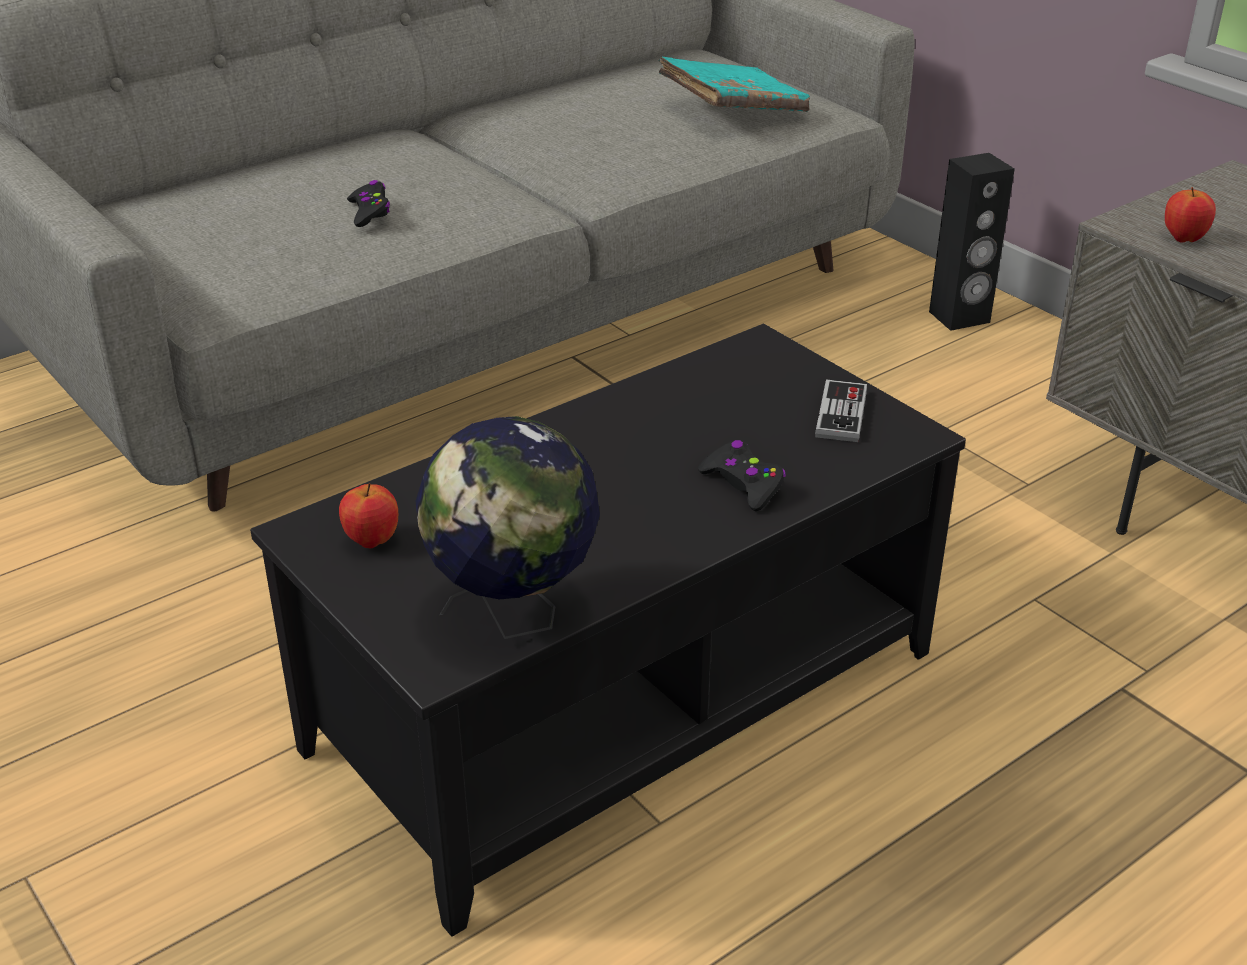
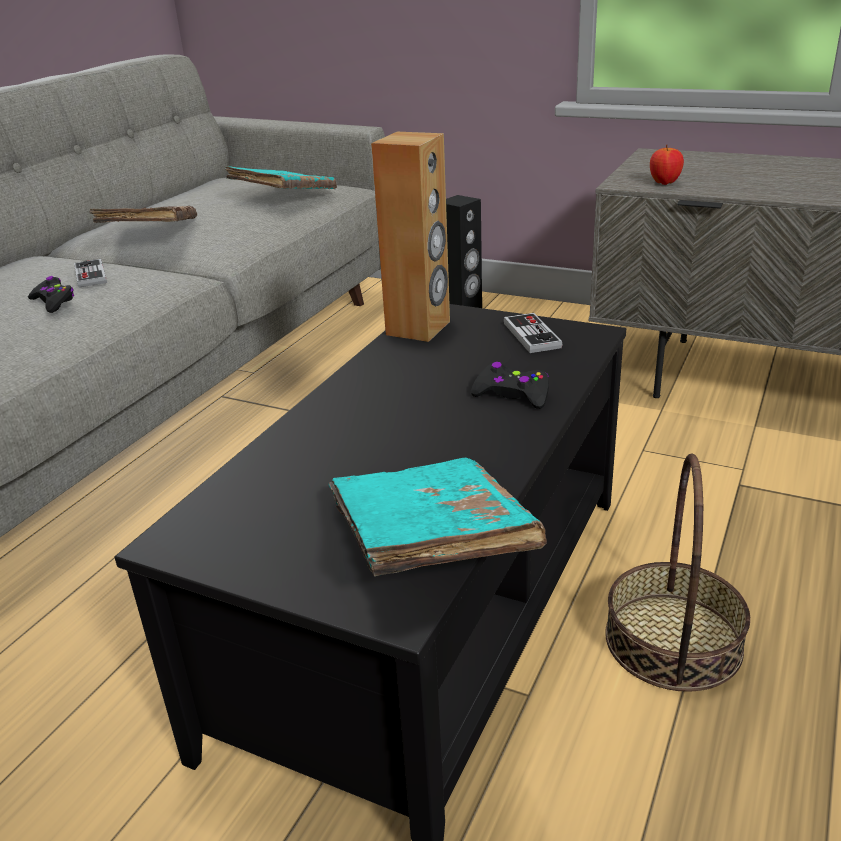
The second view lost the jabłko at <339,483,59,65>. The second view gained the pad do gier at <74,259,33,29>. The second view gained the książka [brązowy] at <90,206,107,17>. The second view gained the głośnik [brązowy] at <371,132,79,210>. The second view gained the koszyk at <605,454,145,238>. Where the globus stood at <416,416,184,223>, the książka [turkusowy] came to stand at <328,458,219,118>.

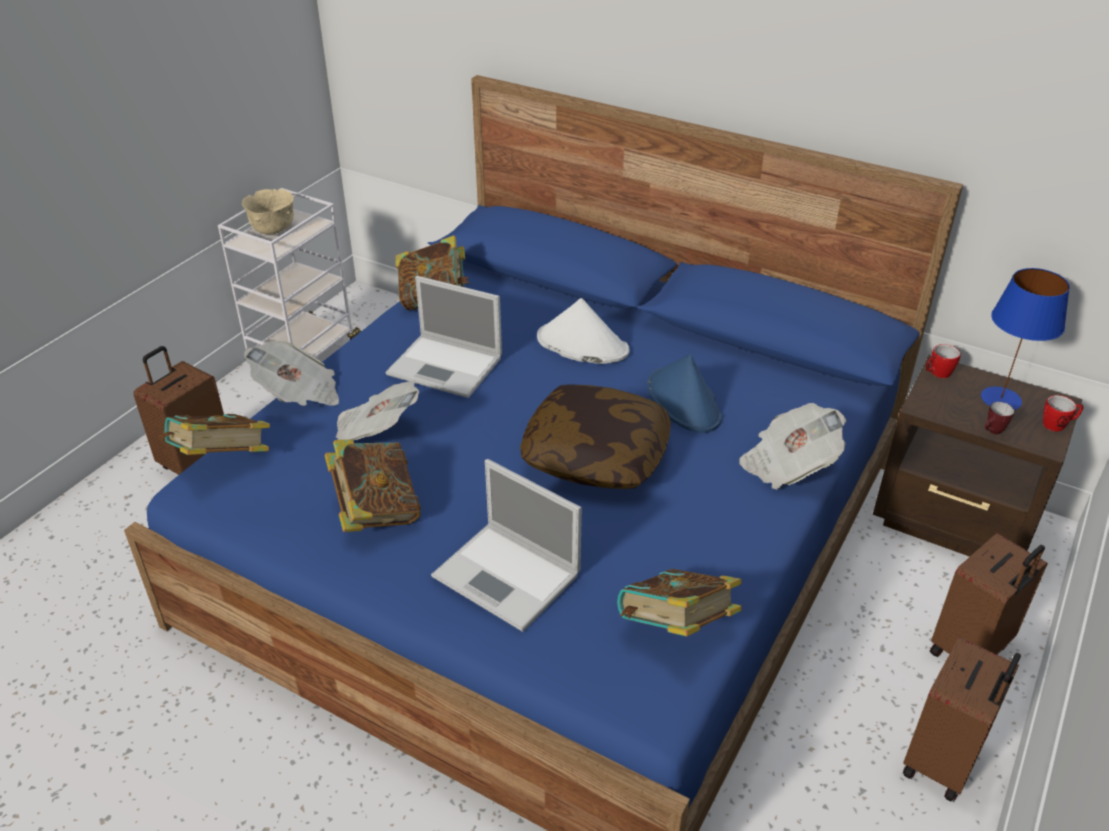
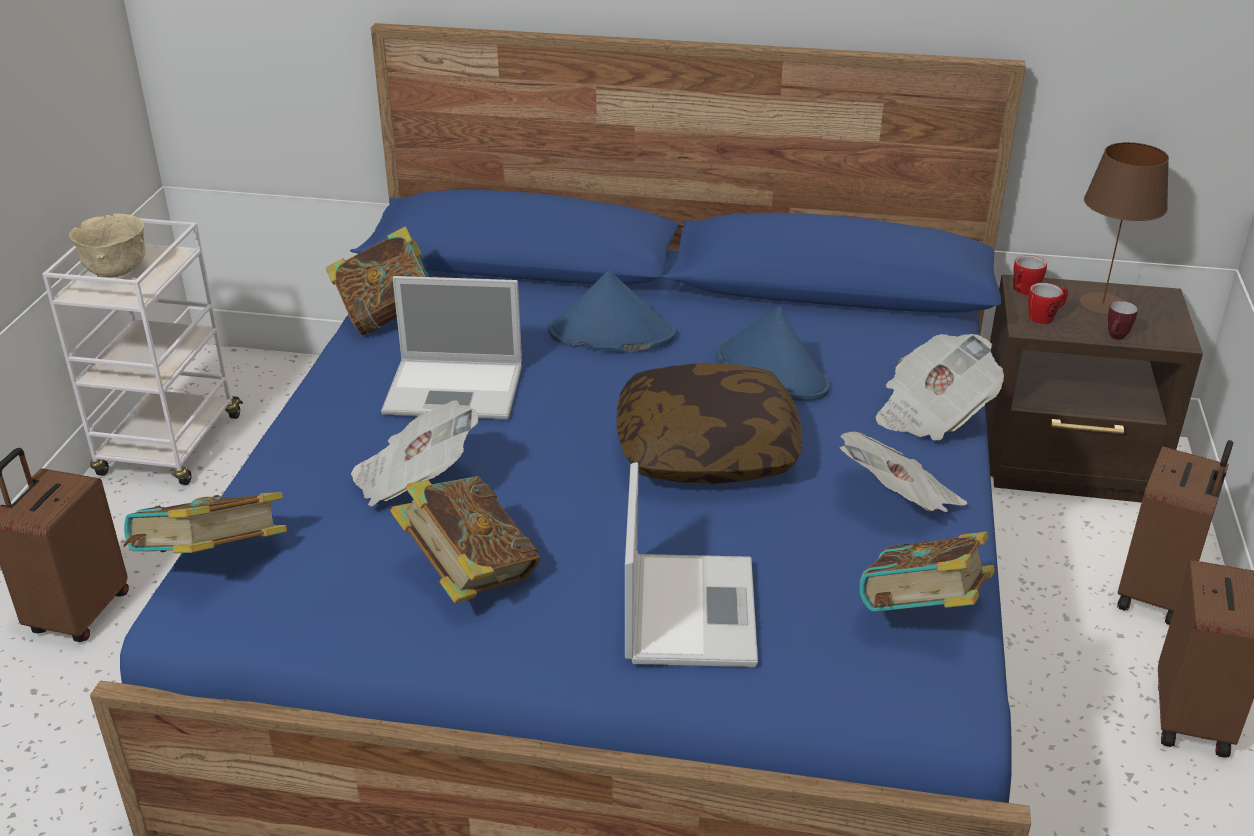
The gazeta ended up elsewhere, having gone from <244,341,95,65> to <840,432,127,80>. The kubek ended up elsewhere, having gone from <1043,395,40,37> to <1028,283,40,41>. What was the kapelusz [biały] at <537,298,93,66> turned into the kapelusz [niebieski] at <548,271,128,82>. What was the lampa stołowa [niebieski] at <981,268,89,142> turned into the lampa stołowa [brązowy] at <1080,142,89,173>. The laptop at <431,459,151,173> ended up facing another way, 105 degrees counterclockwise from before.

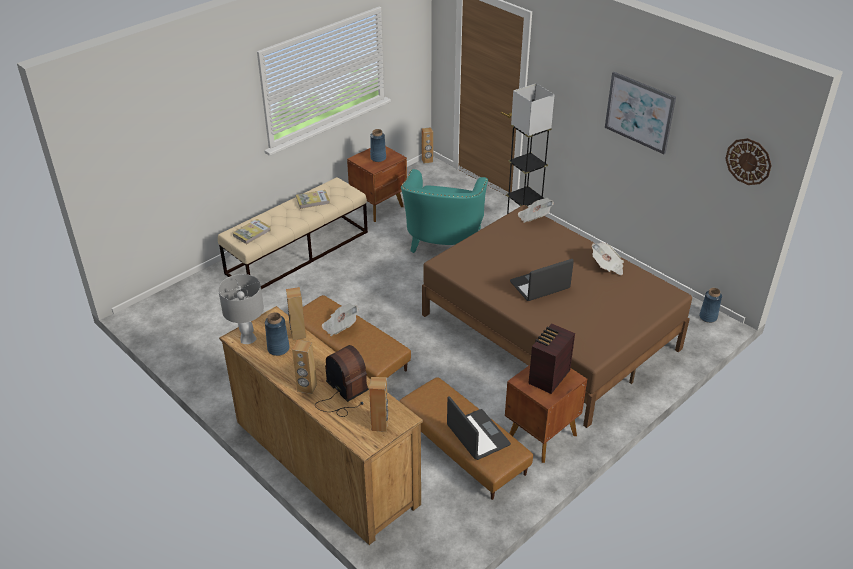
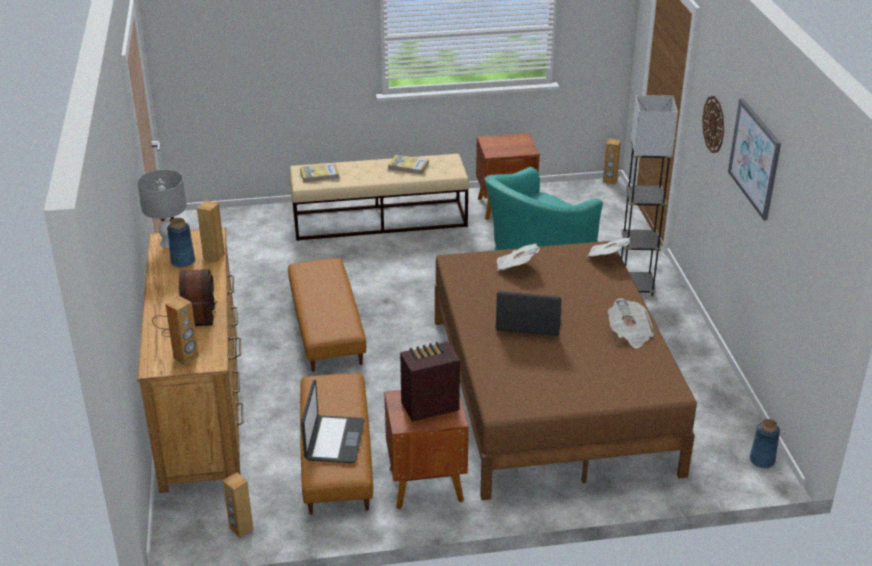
The second view lost the wazon [niebieski] at <370,129,16,33>. The głośnik [brązowy] ended up elsewhere, having gone from <292,340,25,54> to <223,472,31,66>. The gazeta ended up elsewhere, having gone from <321,303,38,33> to <497,244,43,26>. The zegar ścienny ended up elsewhere, having gone from <725,138,47,47> to <702,96,22,57>.

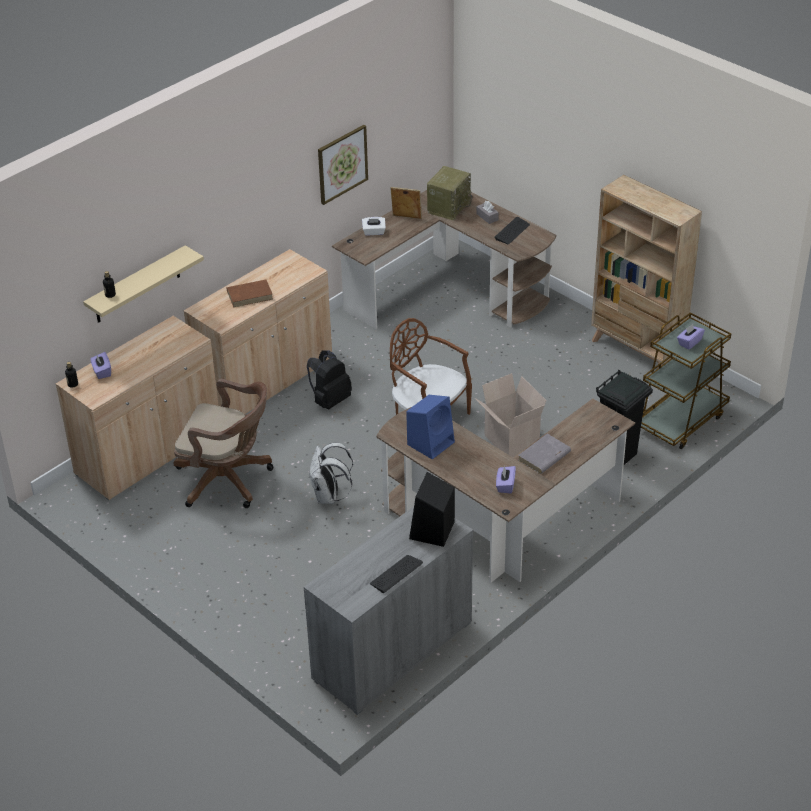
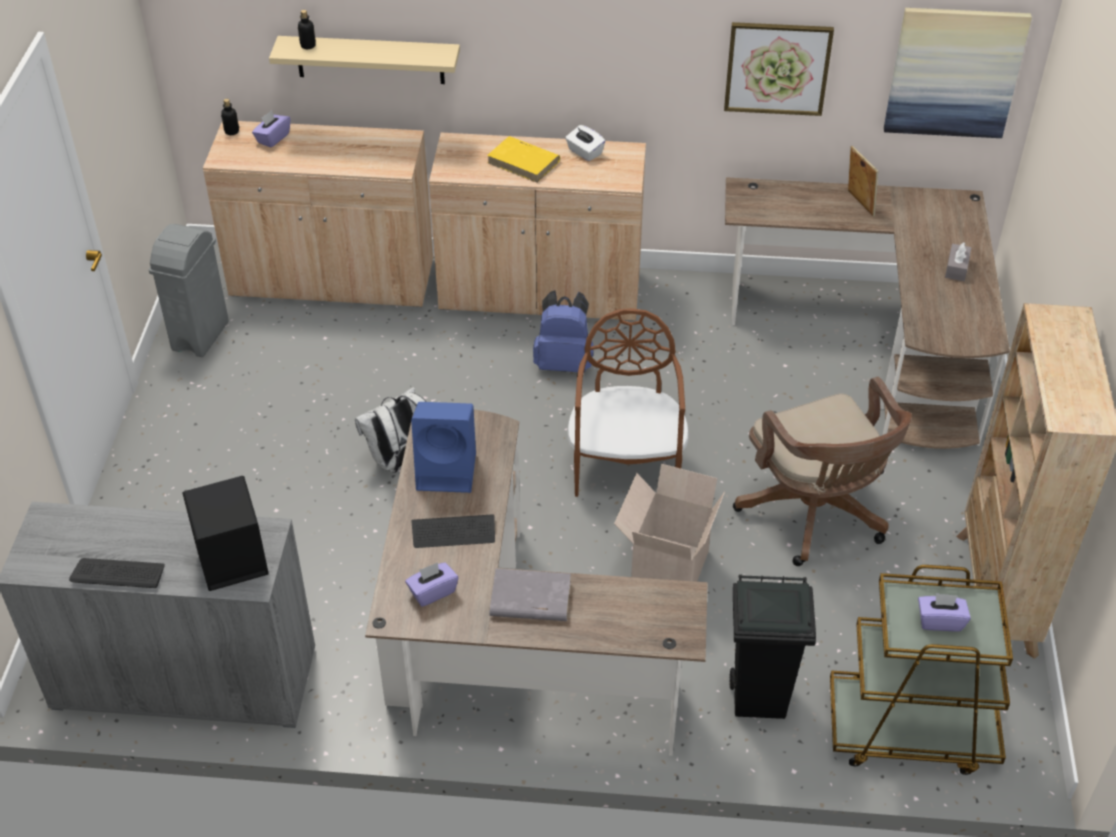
The second view lost the radio at <427,166,46,55>. The second view gained the kosz na śmieci [szary] at <149,224,80,133>. The second view gained the obraz at <884,8,148,130>. The krzesło biurowe [brązowy] ended up elsewhere, having gone from <174,379,100,129> to <733,377,179,189>. The pudełko chusteczek [biały] ended up elsewhere, having gone from <362,217,24,19> to <565,125,40,36>. The klawiatura ended up elsewhere, having gone from <494,217,36,27> to <412,514,83,34>. What was the książka [brązowy] at <227,280,46,27> turned into the książka [żółty] at <487,136,73,46>. What was the plecak [czarny] at <307,350,45,59> turned into the plecak [niebieski] at <533,290,61,82>.

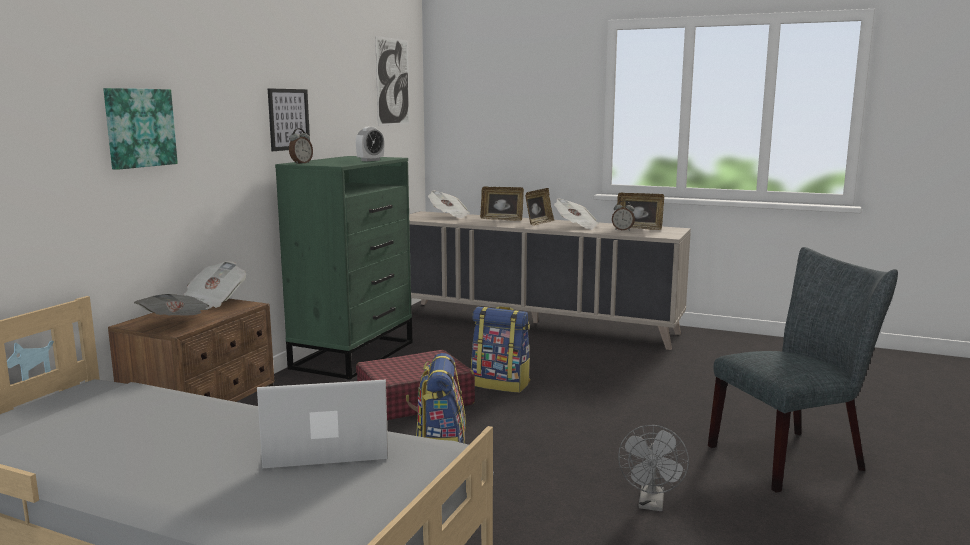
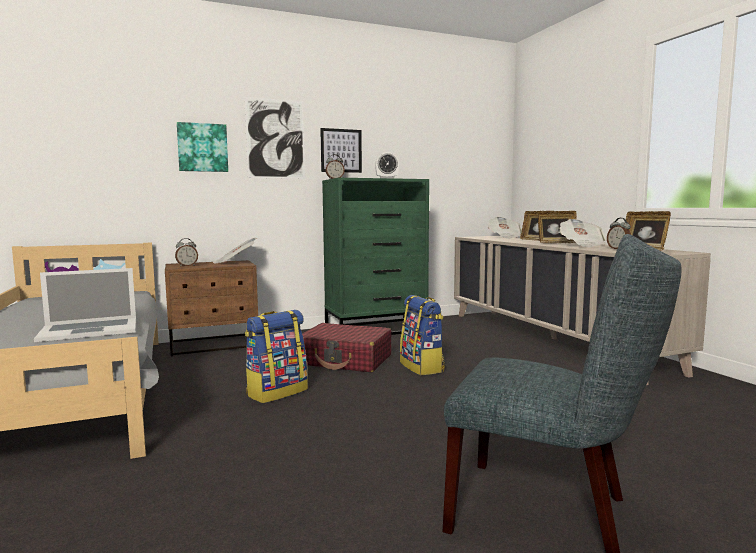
The second view lost the wentylator [szary] at <618,425,71,86>. The obraz ended up elsewhere, having gone from <375,36,35,90> to <244,97,61,82>. Where the gazeta stood at <134,294,75,22>, the budzik came to stand at <175,238,23,29>. The laptop at <257,380,131,89> ended up facing another way, 120 degrees clockwise from before.

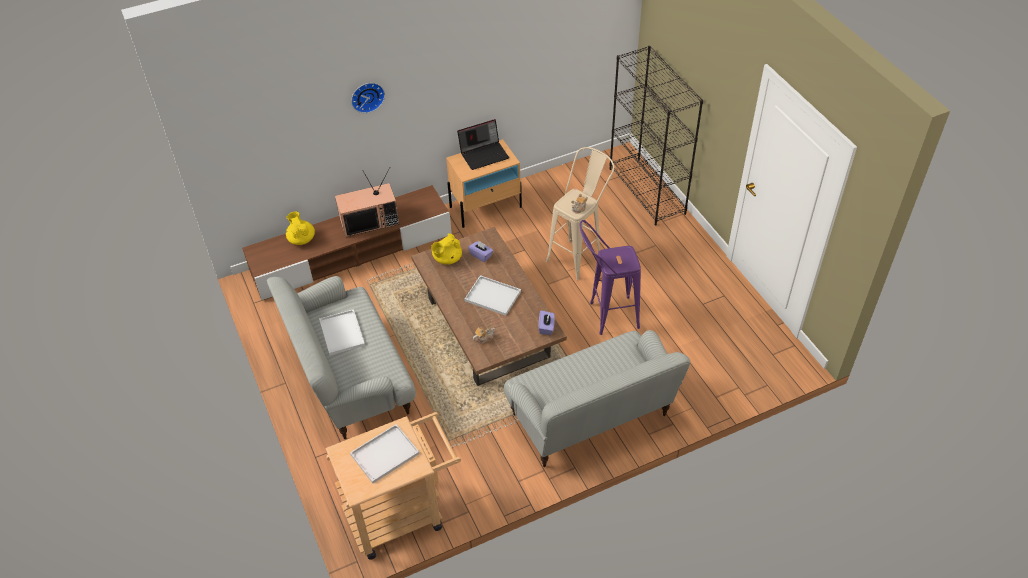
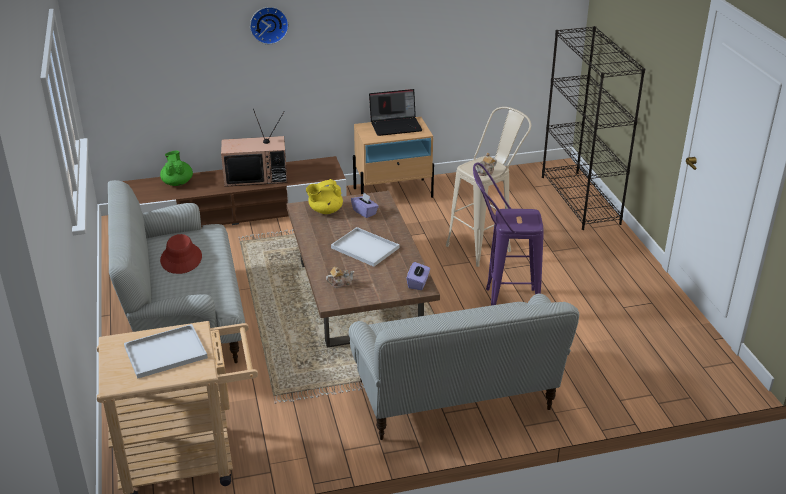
Where the taca [biały] stood at <319,309,46,46>, the kapelusz [czerwony] came to stand at <160,234,42,40>. What was the imbryk [żółty] at <286,211,29,34> turned into the imbryk [zielony] at <160,151,33,35>.

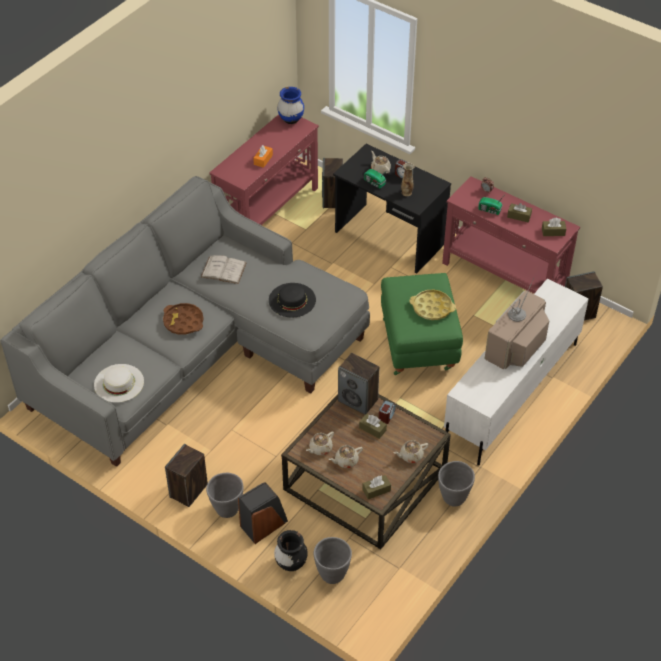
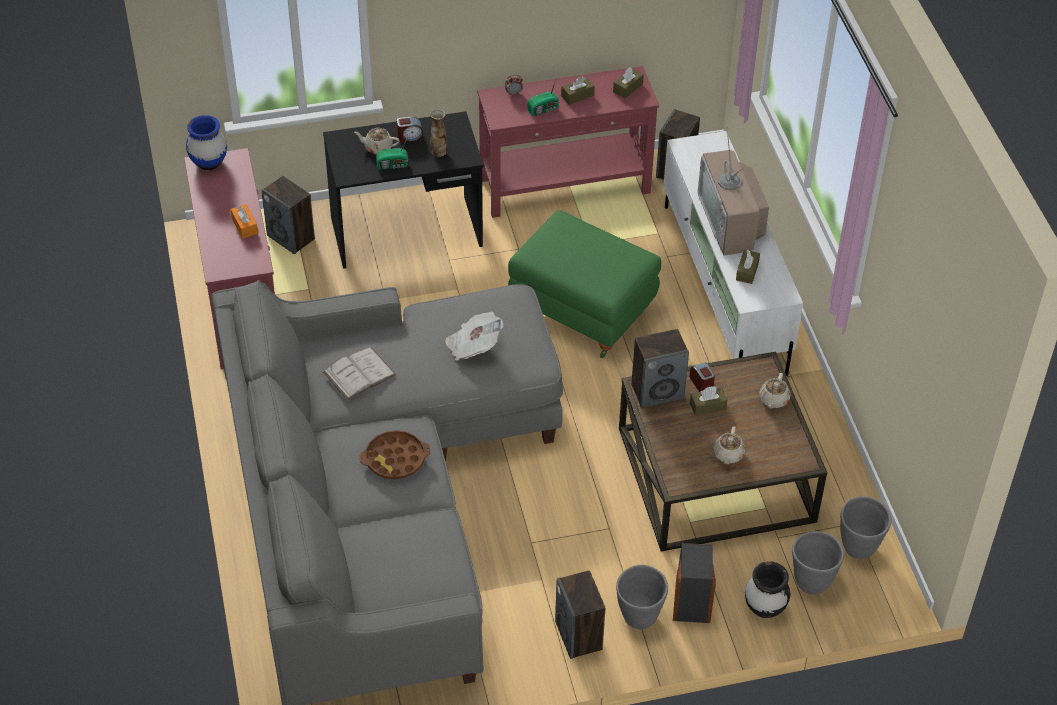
The second view lost the kapelusz [biały] at <94,364,50,39>. The second view lost the imbryk [beżowy] at <306,431,28,24>. The second view lost the taca [żółty] at <410,289,46,31>. The pudełko chusteczek [brązowy] ended up elsewhere, having gone from <362,475,29,24> to <736,250,24,34>. The donica [szary] ended up elsewhere, having gone from <438,461,37,46> to <840,496,52,63>. Where the kapelusz [czarny] stood at <269,283,47,35>, the gazeta came to stand at <445,312,59,49>.

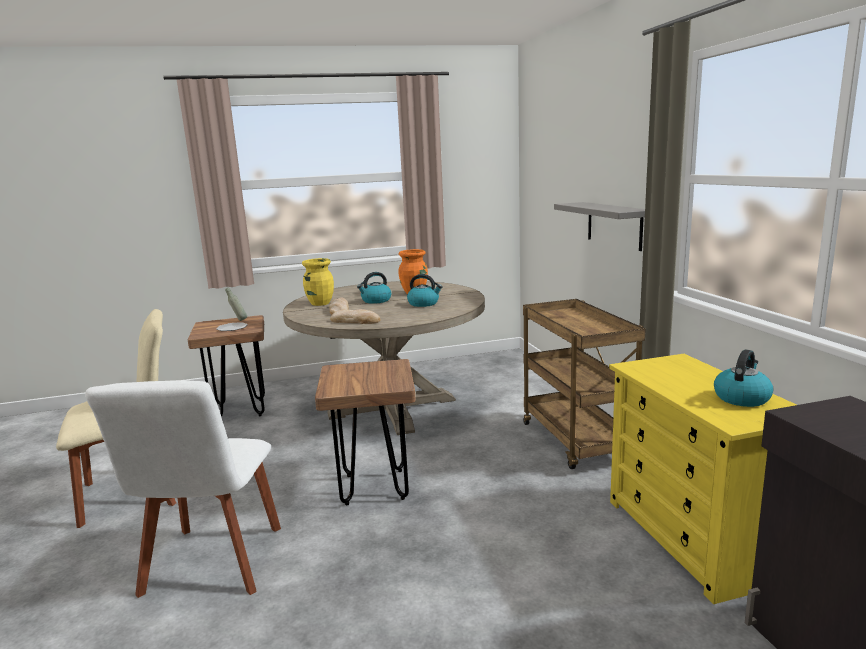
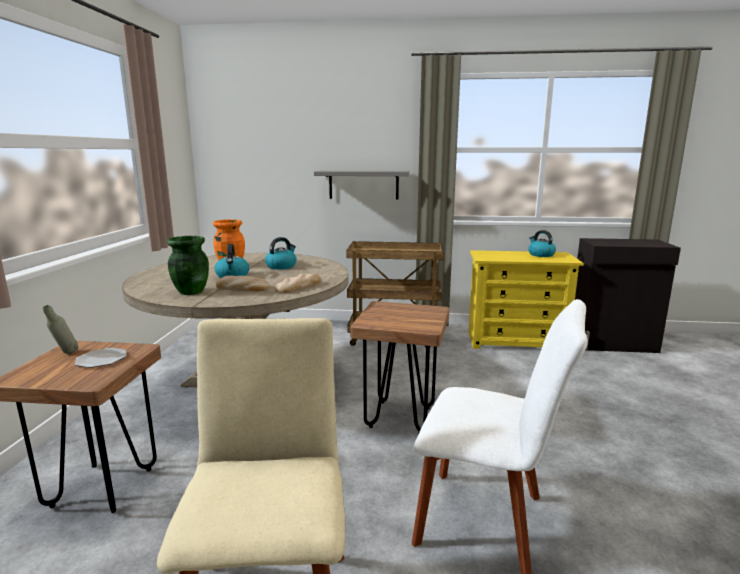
What was the wazon [żółty] at <302,258,32,48> turned into the wazon [zielony] at <167,236,42,59>.

